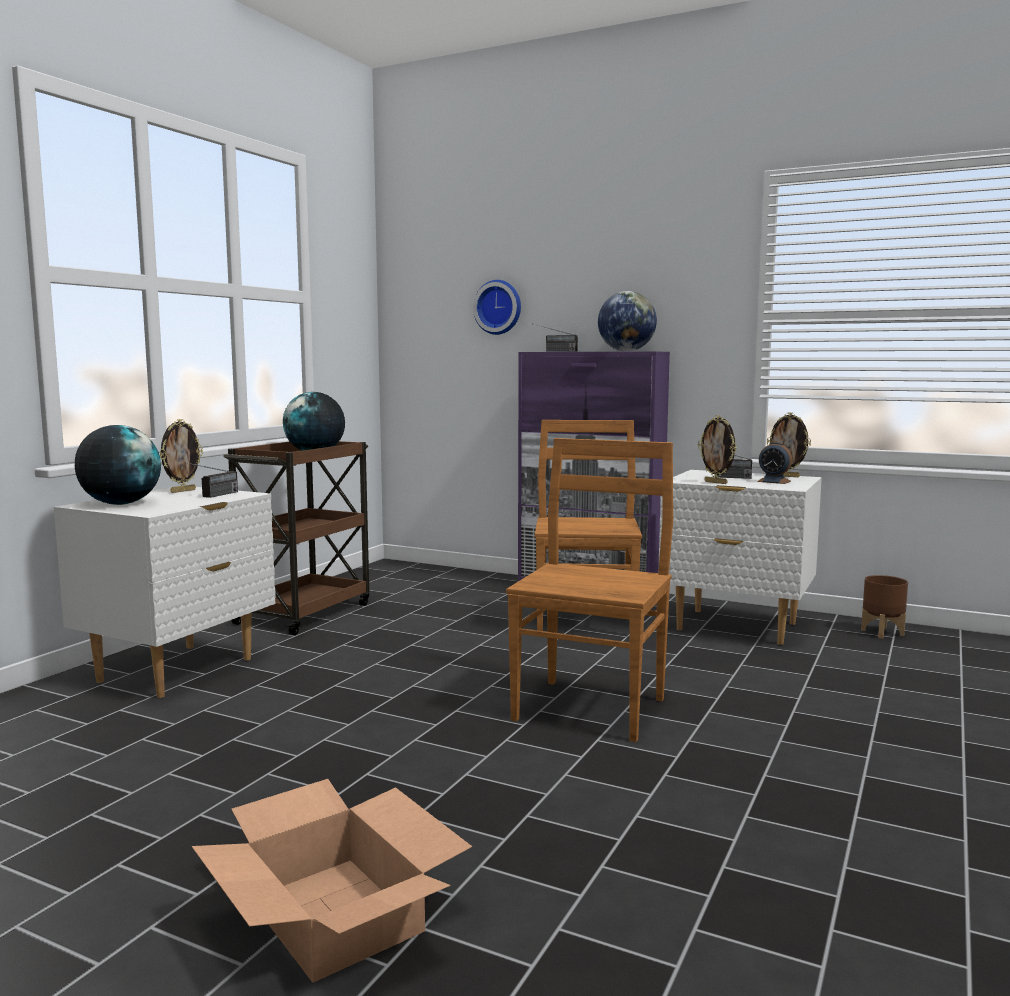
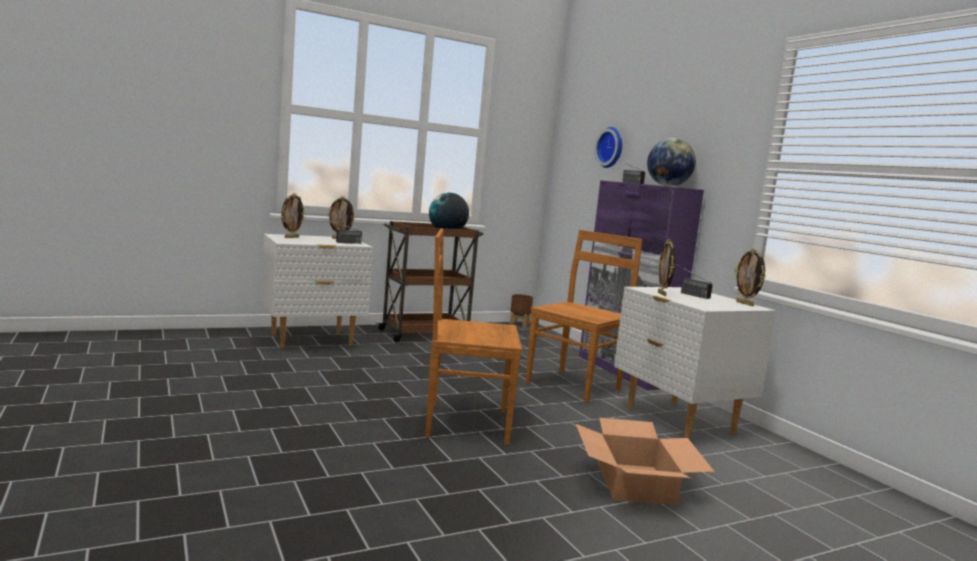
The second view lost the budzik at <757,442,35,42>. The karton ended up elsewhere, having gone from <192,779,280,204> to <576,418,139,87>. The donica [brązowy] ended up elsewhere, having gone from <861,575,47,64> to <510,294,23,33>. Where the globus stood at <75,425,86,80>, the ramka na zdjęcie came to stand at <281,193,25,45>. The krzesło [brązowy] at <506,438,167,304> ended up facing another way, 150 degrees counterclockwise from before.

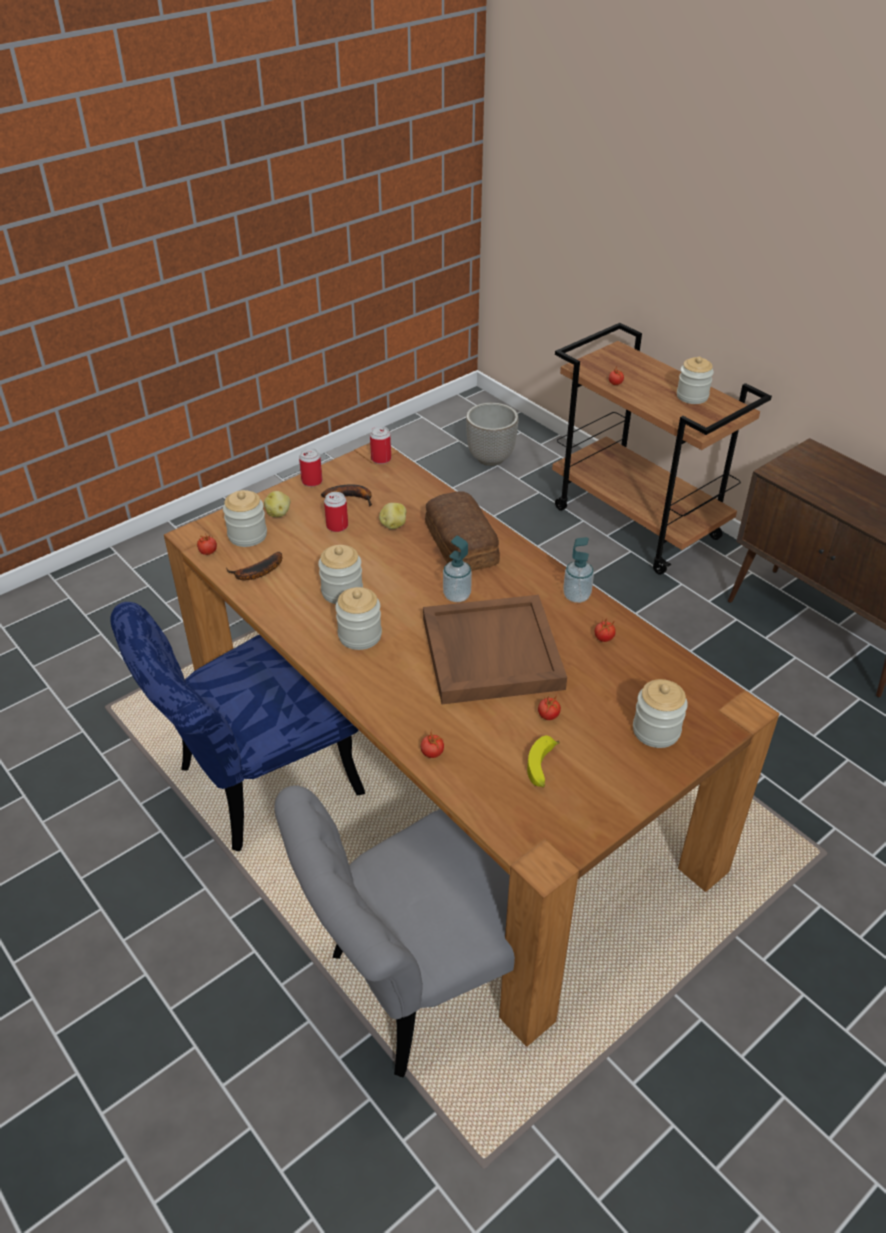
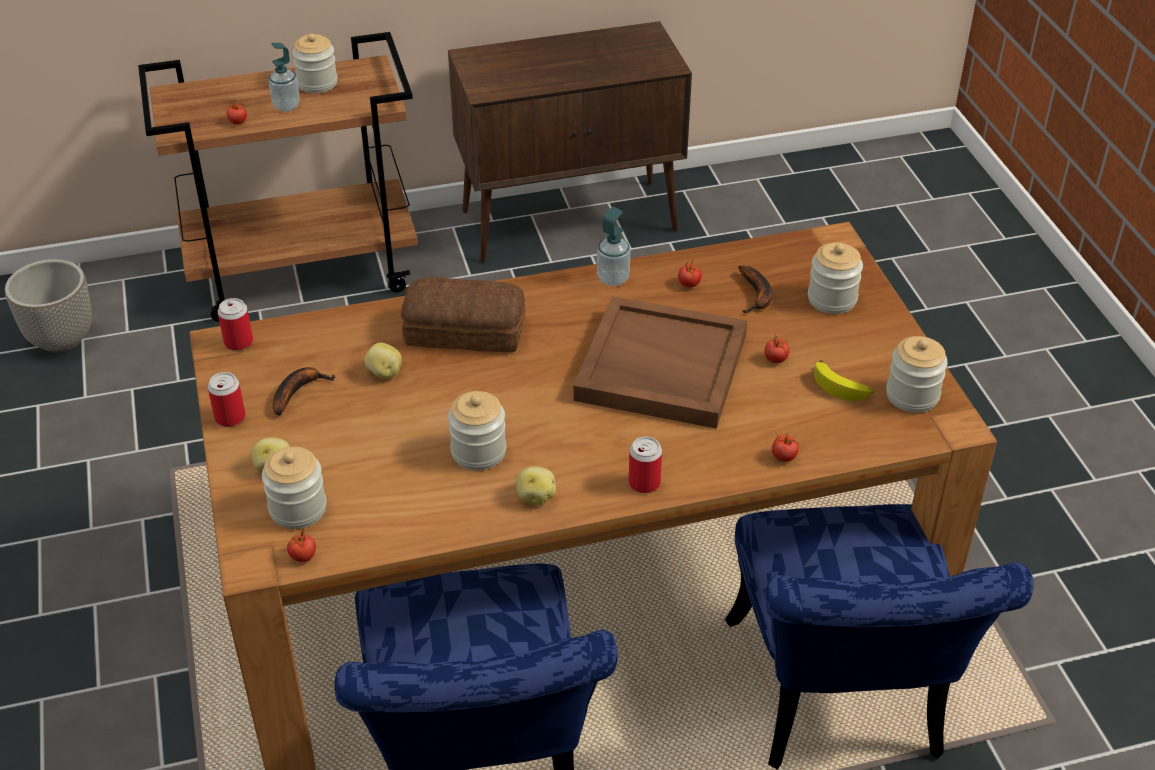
The second view gained the ziemniak at <515,466,41,39>. The banan ended up elsewhere, having gone from <226,552,56,28> to <738,266,34,47>. The puszka ended up elsewhere, having gone from <324,492,24,40> to <629,436,33,57>. The słoik ended up elsewhere, having gone from <335,587,47,63> to <886,336,62,77>. The dozownik mydła ended up elsewhere, having gone from <443,536,29,66> to <268,43,32,69>. What was the krzesło [szary] at <274,785,241,292> turned into the krzesło [niebieski] at <725,504,309,265>.

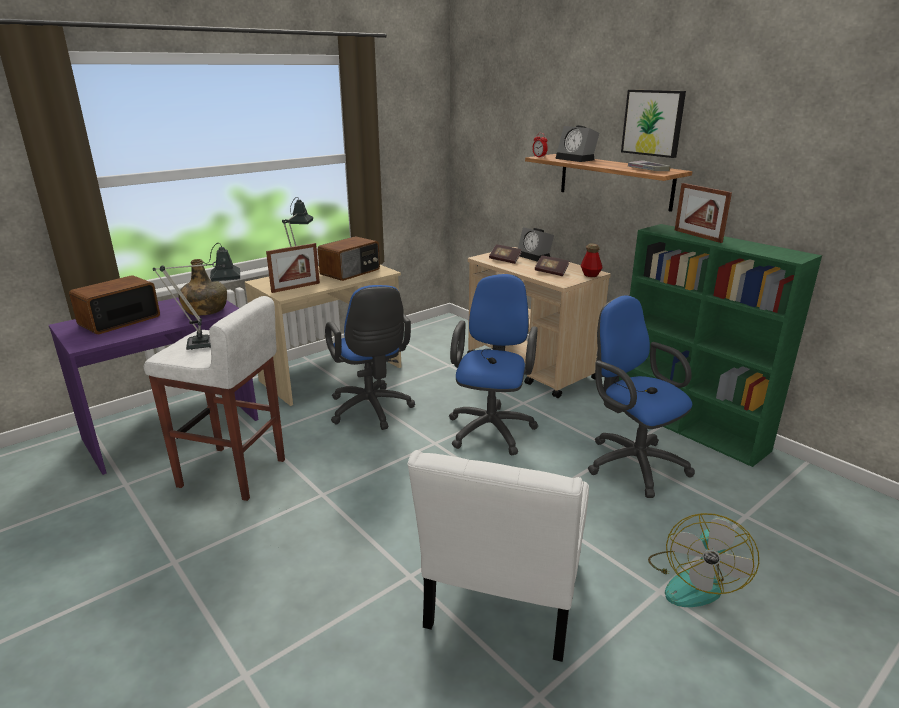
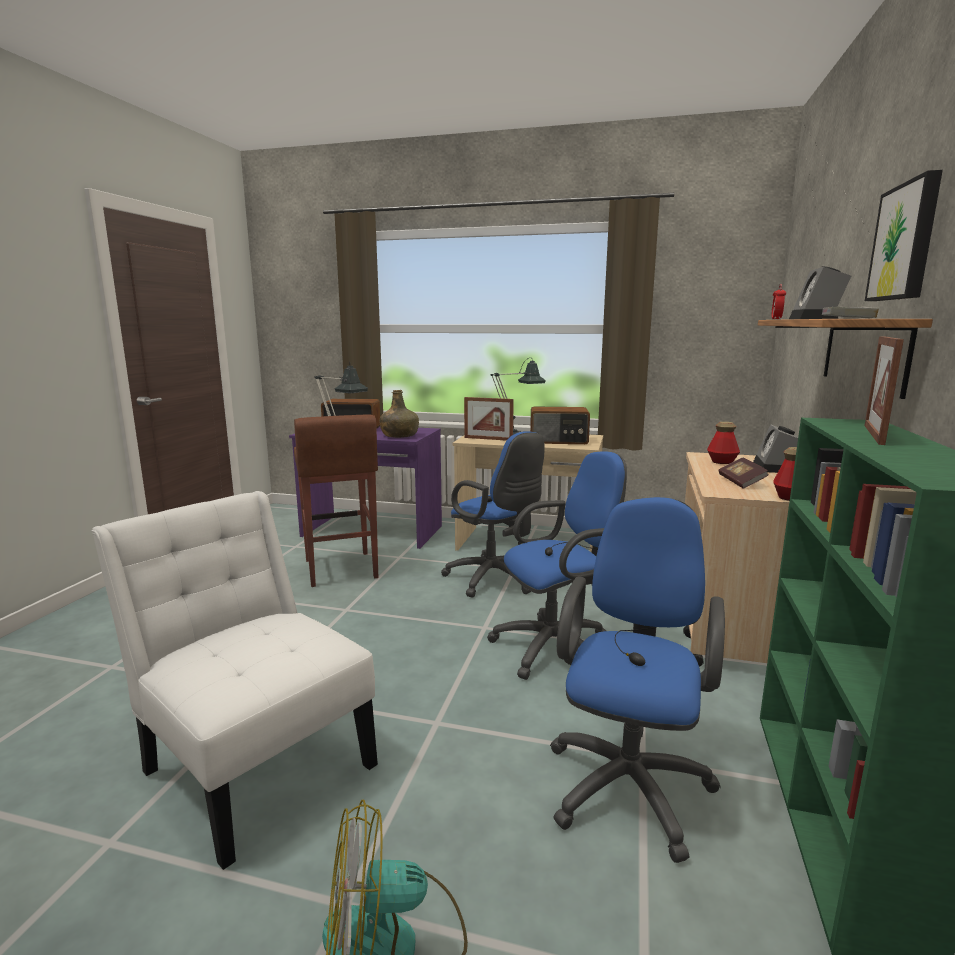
Where the książka stood at <489,244,33,20>, the butelka came to stand at <707,422,33,42>. What was the stołek [biały] at <144,296,141,205> turned into the stołek [brązowy] at <294,415,84,172>. The krzesło biurowe [niebieski] at <325,285,90,145> ended up facing another way, 75 degrees counterclockwise from before. The krzesło [biały] at <407,450,182,212> ended up facing another way, 60 degrees clockwise from before.

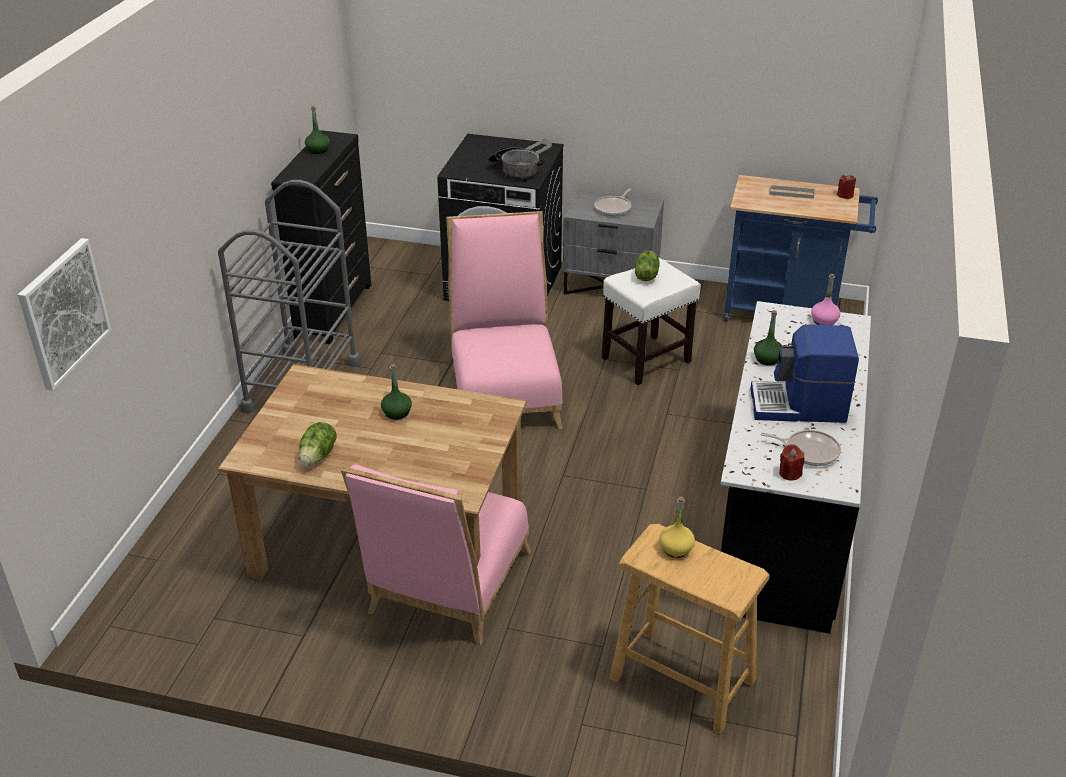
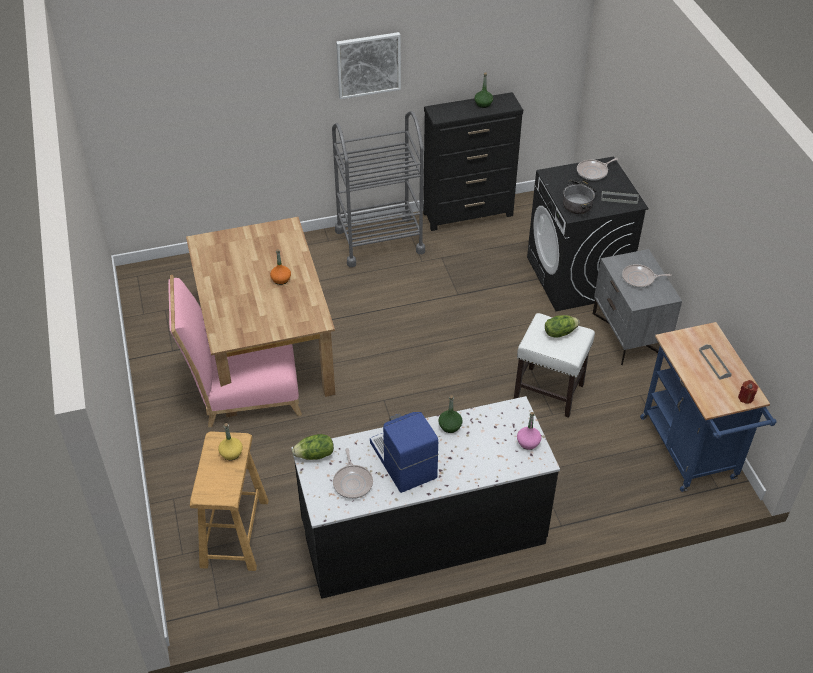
The second view lost the krzesło [różowy] at <446,211,117,218>. The second view lost the świeca [czerwony] at <779,445,26,35>. The second view gained the patelnia at <577,158,41,23>. The obraz ended up elsewhere, having gone from <18,238,93,153> to <336,32,65,67>. The sałata ended up elsewhere, having gone from <299,422,38,44> to <292,434,42,26>. What was the butelka [zielony] at <381,364,31,56> turned into the butelka [pomarańczowy] at <270,249,21,36>.

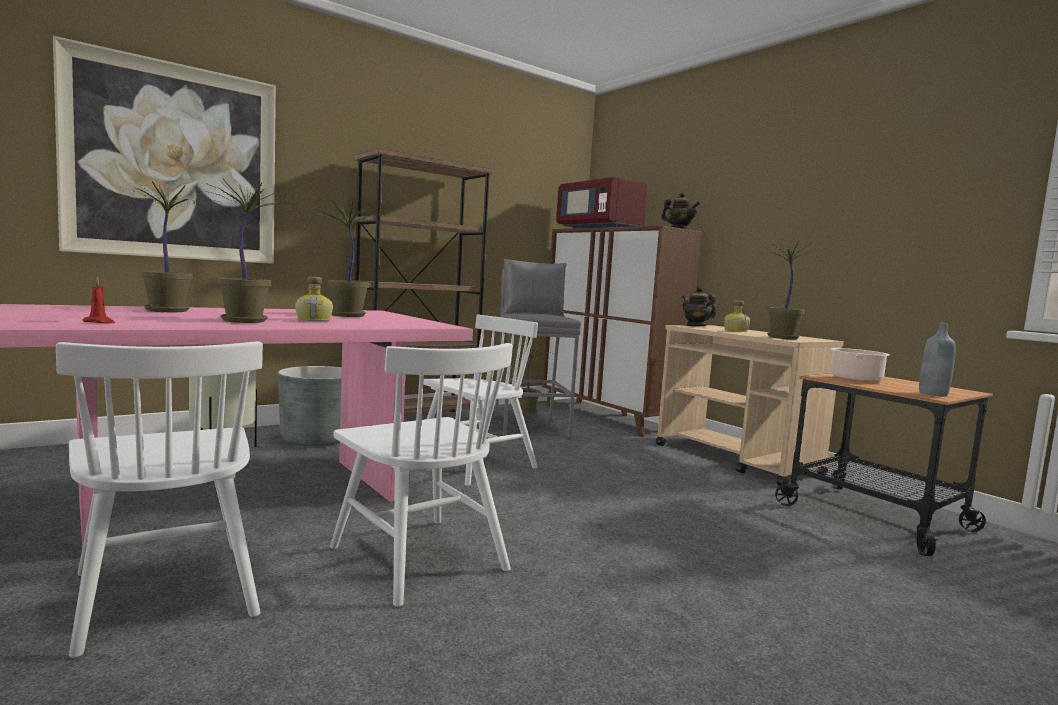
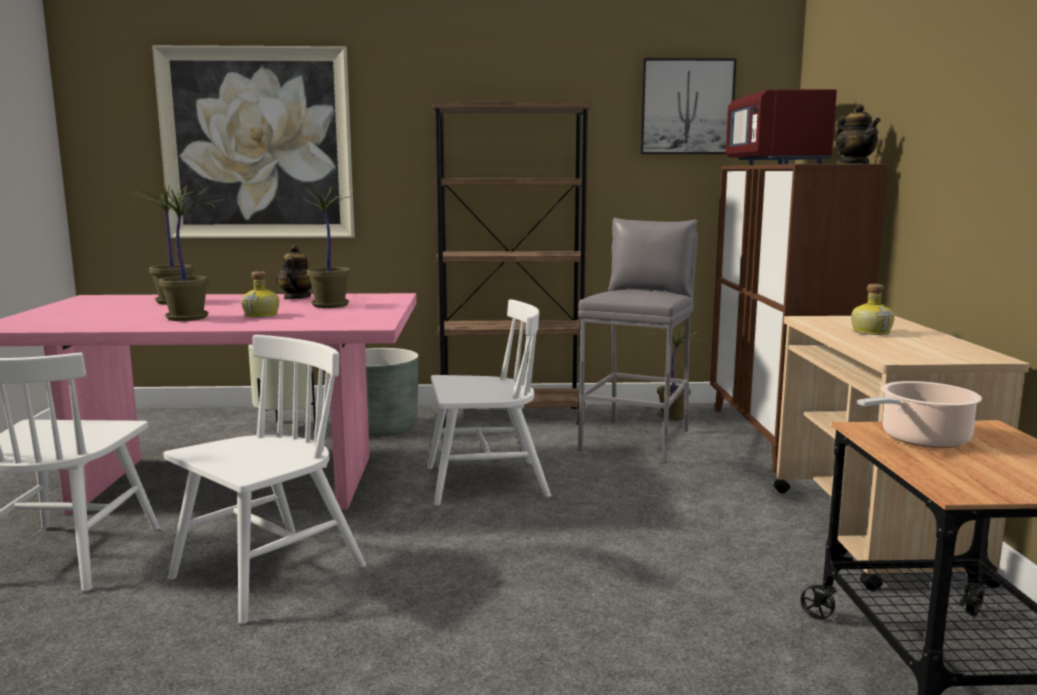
The second view lost the świeca [czerwony] at <82,277,33,46>. The second view lost the roślina doniczkowa at <761,241,66,98>. The second view lost the butelka [szary] at <919,323,37,74>. The second view gained the obraz at <640,58,97,96>. The imbryk ended up elsewhere, having gone from <682,286,34,41> to <276,244,36,55>. The krzesło [biały] at <330,343,182,264> ended up facing another way, 135 degrees counterclockwise from before.

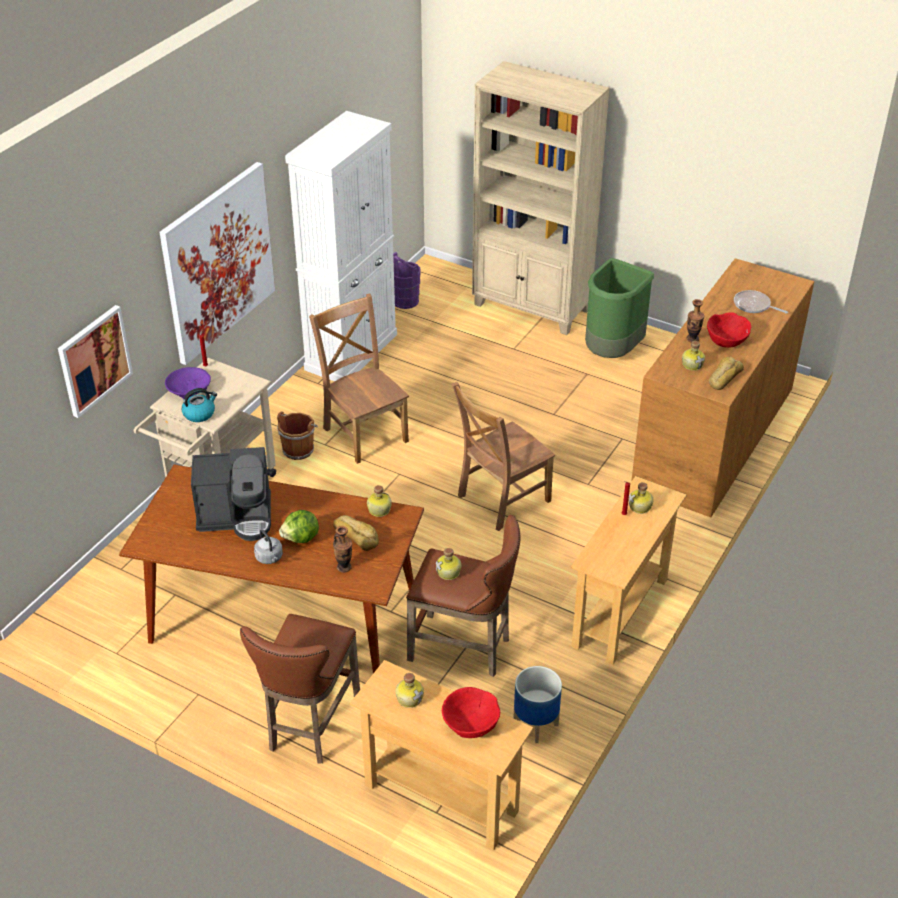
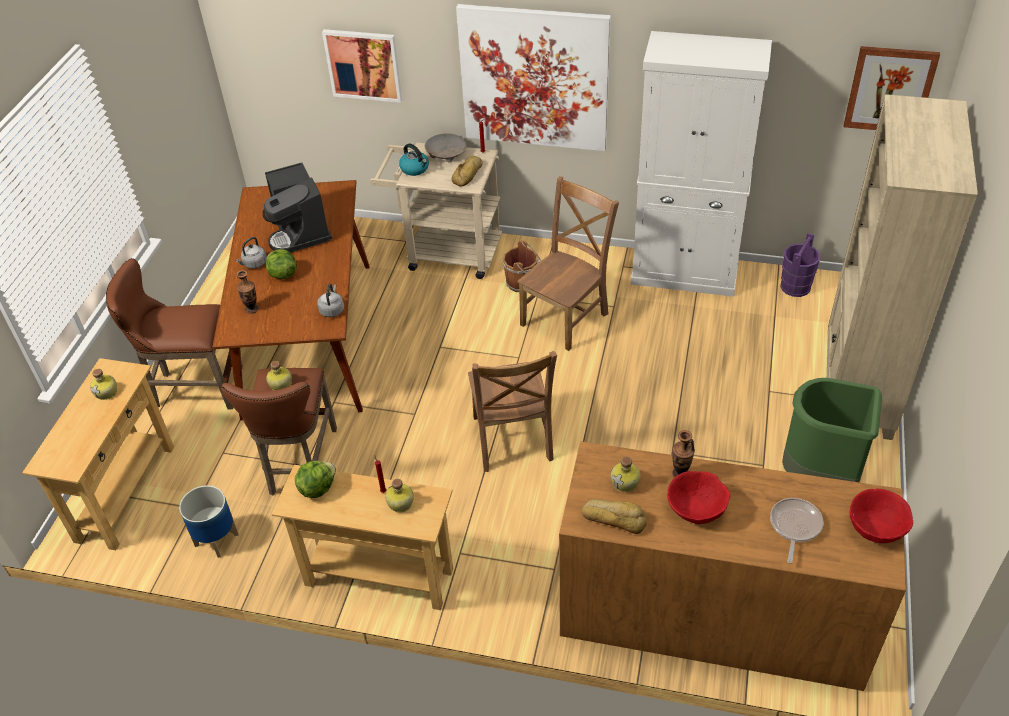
The second view gained the sałata at <295,461,41,37>. The second view gained the obraz at <844,46,96,84>. The chleb ended up elsewhere, having gone from <333,515,46,36> to <452,156,31,31>. The miska [czerwony] ended up elsewhere, having gone from <442,687,58,51> to <850,488,63,55>. Where the butelka stood at <367,485,25,32>, the czajnik [szary] came to stand at <317,284,27,33>. What was the miska [fioletowy] at <165,367,46,32> turned into the miska [beżowy] at <425,133,42,30>. The krzesło [brązowy] at <452,382,103,149> ended up facing another way, 135 degrees counterclockwise from before.

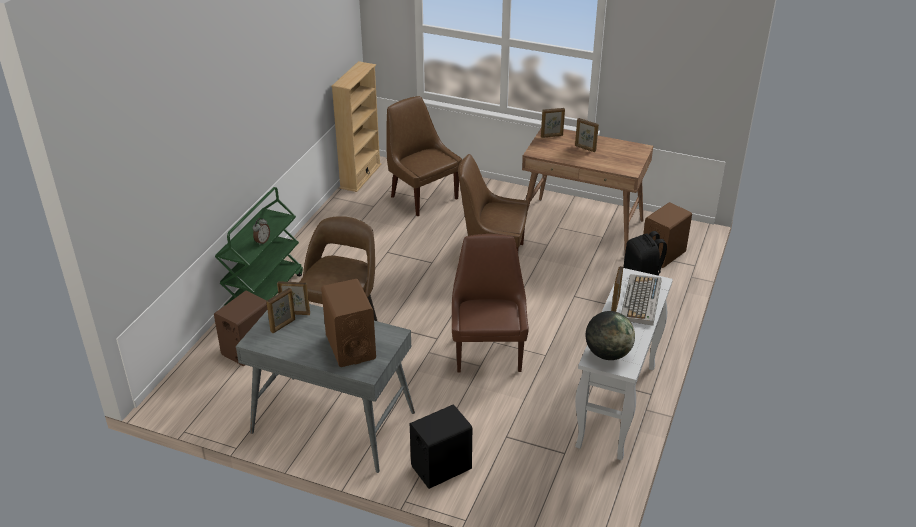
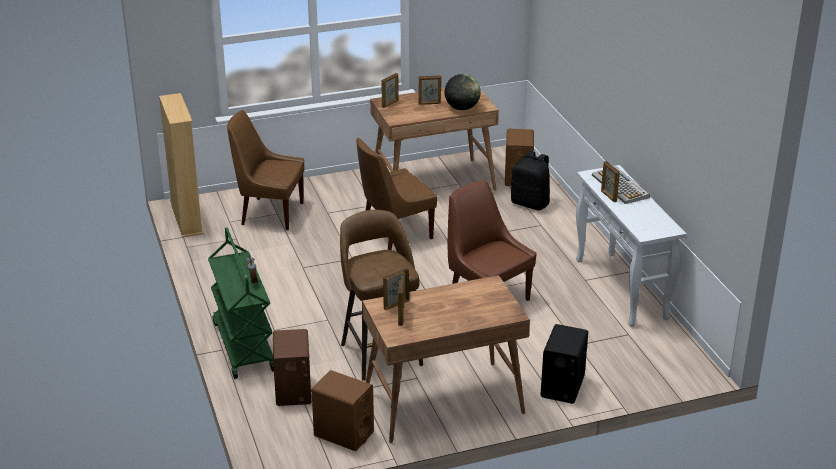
The głośnik [brązowy] ended up elsewhere, having gone from <321,279,55,88> to <311,370,63,81>. The globus ended up elsewhere, having gone from <586,311,49,49> to <445,74,36,36>. What was the biurko [szary] at <236,304,179,169> turned into the biurko [brązowy] at <362,275,168,168>.

